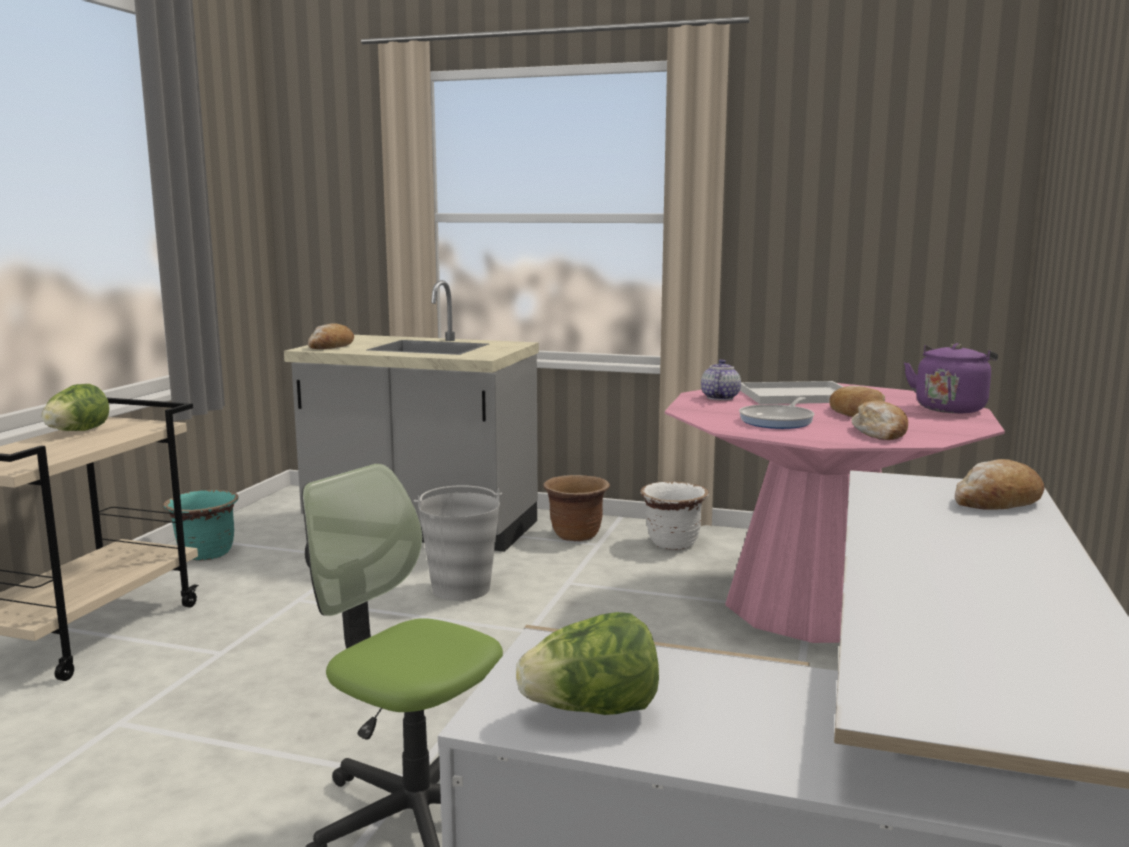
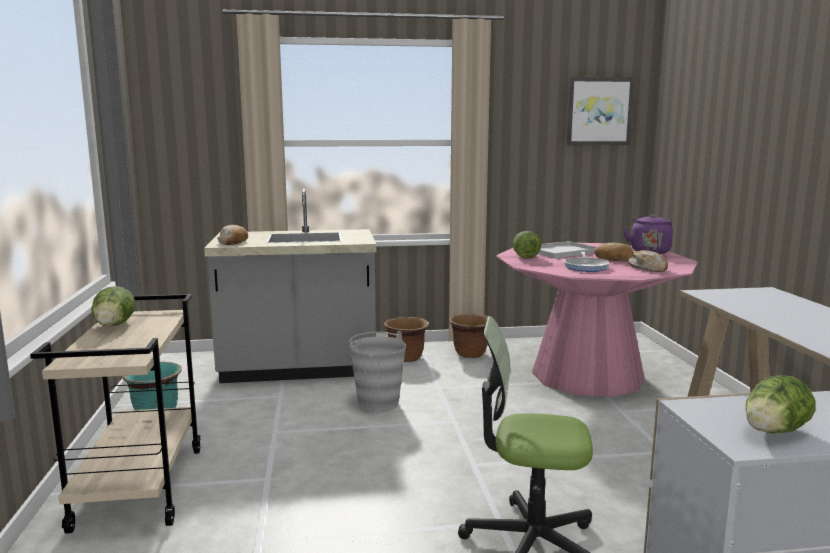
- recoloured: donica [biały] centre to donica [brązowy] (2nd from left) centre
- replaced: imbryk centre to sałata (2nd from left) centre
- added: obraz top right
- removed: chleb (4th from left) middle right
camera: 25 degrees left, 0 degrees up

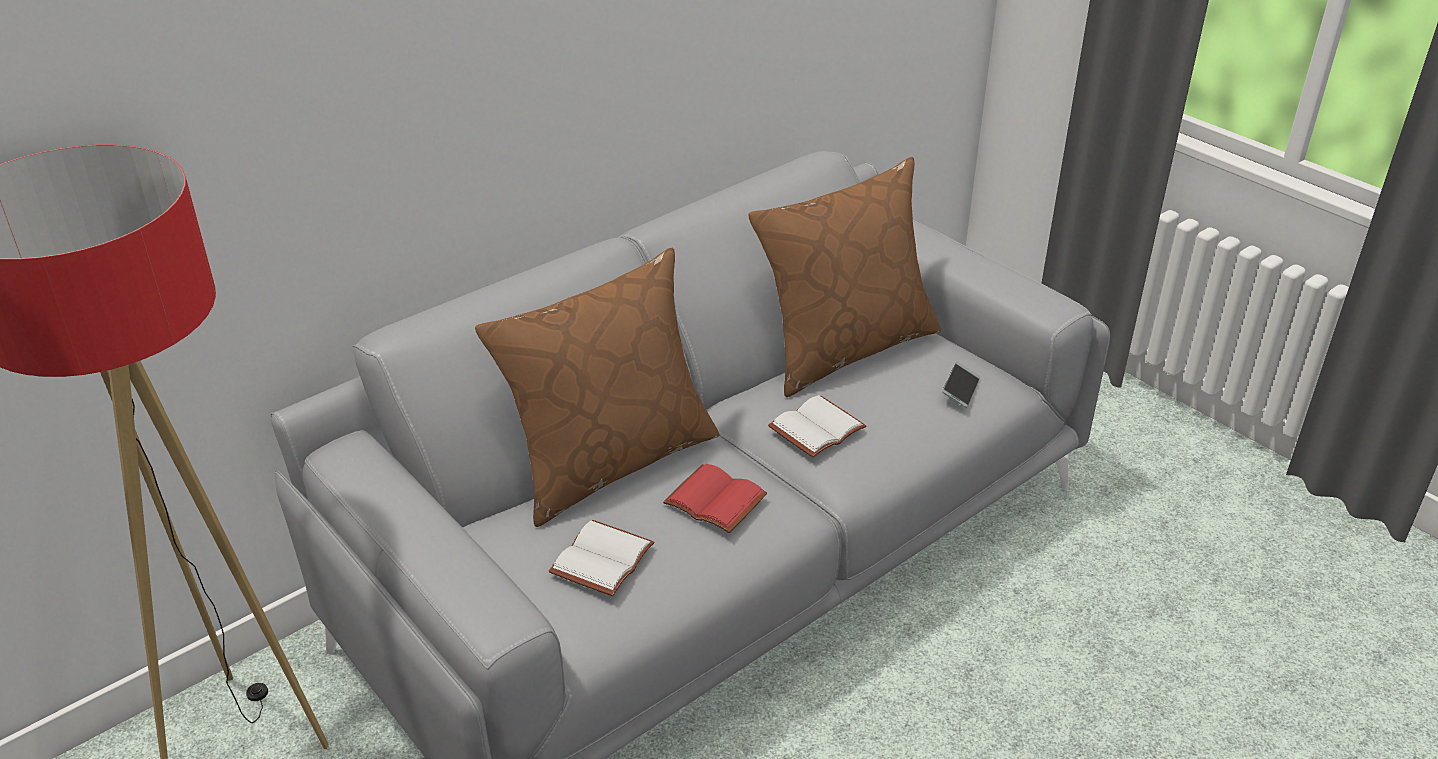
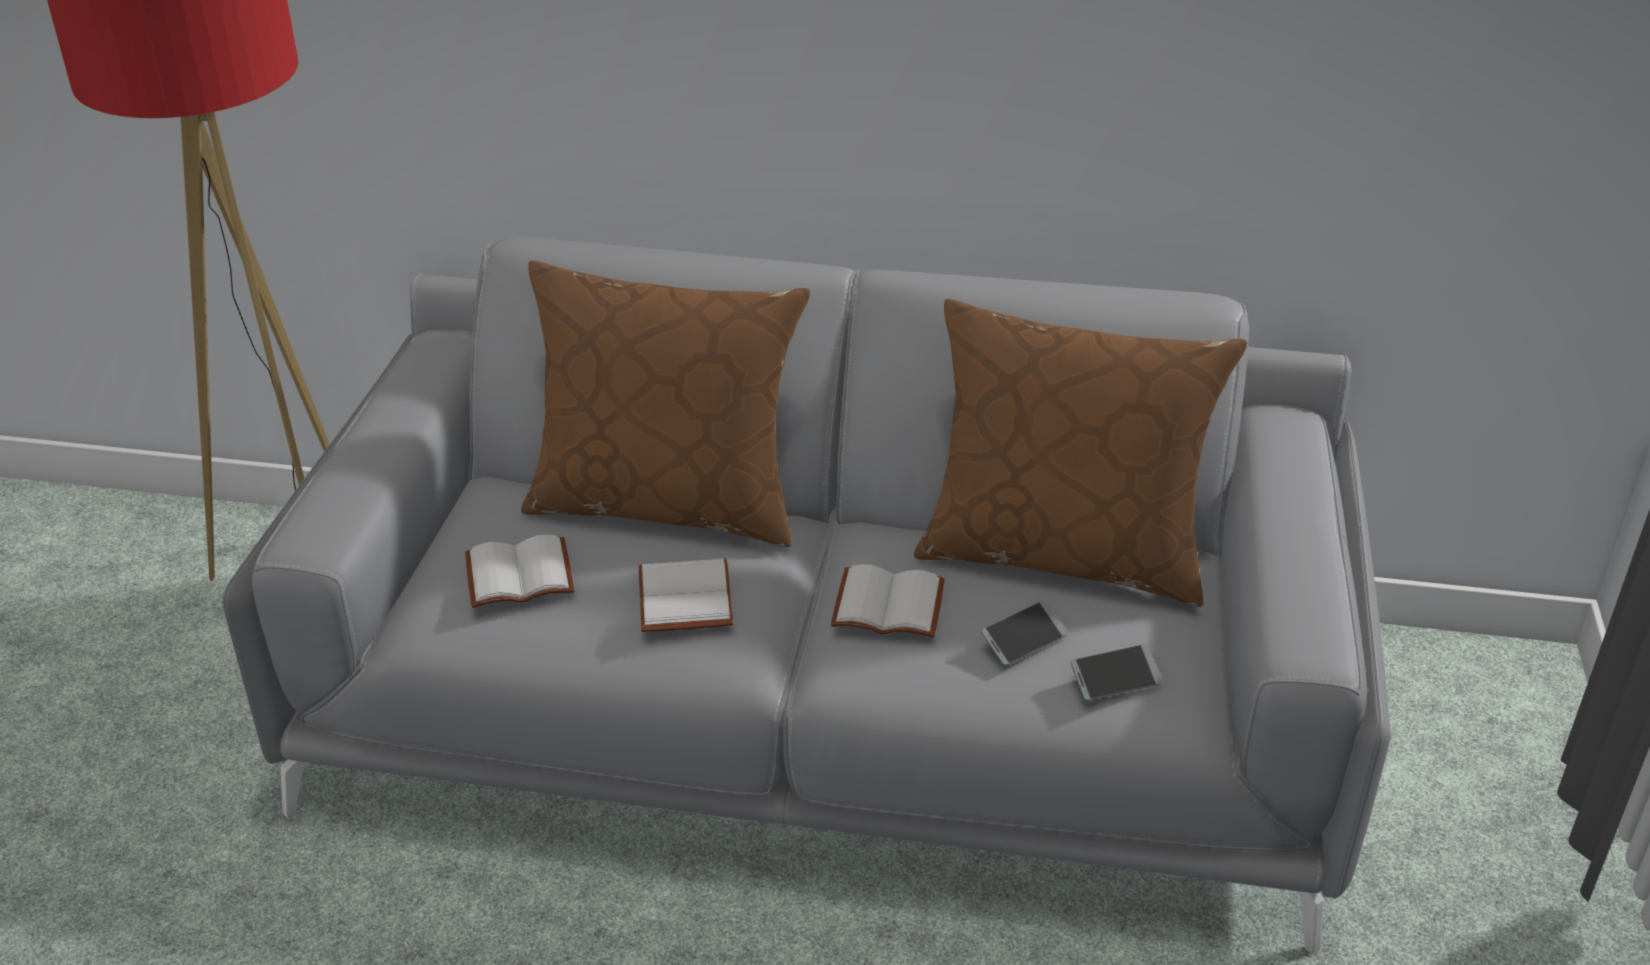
- recoloured: książka [czerwony] centre to książka [biały] (2nd from left) centre
- added: telefon (1st from left) centre
camera: 50 degrees right, 0 degrees up

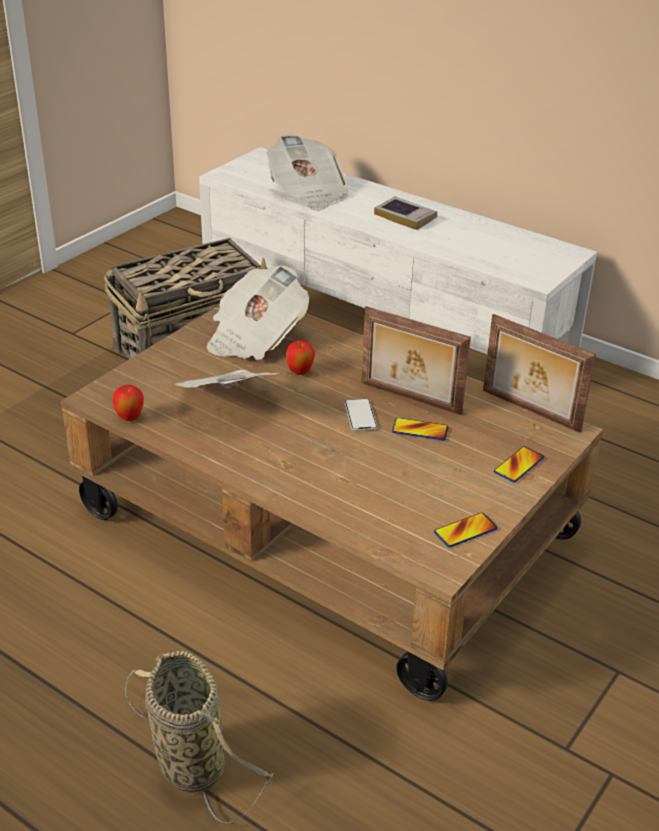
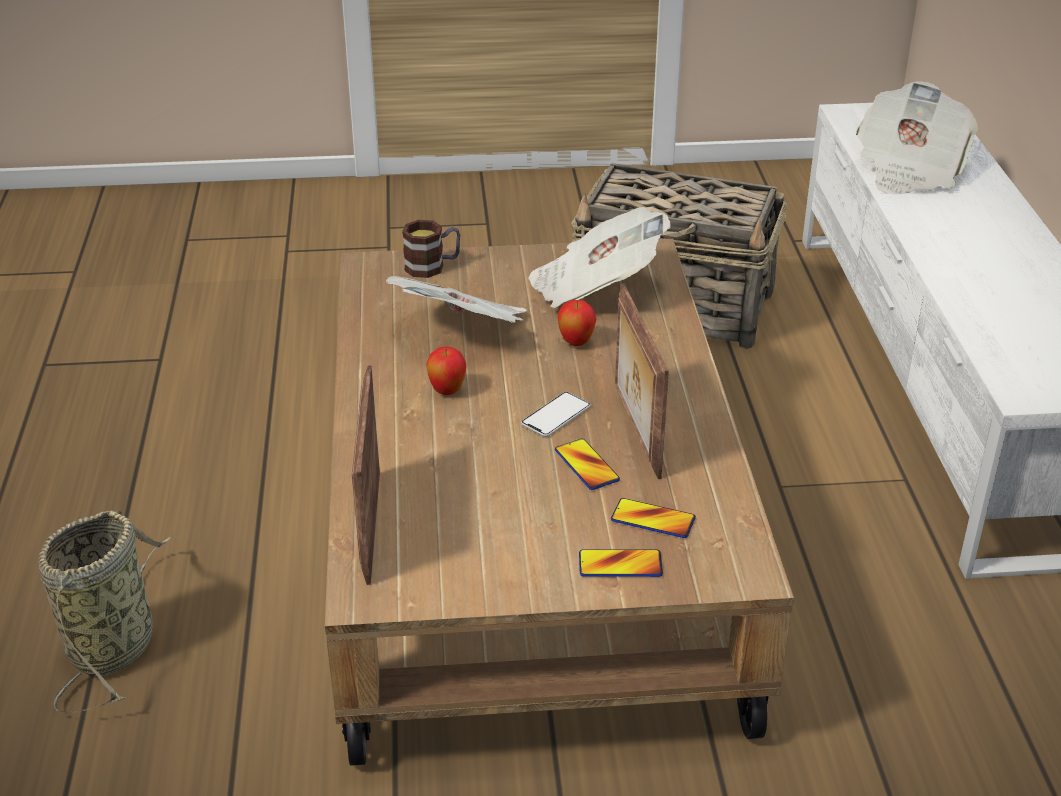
- moved: ramka na zdjęcie (2nd from left in the first image) middle right to ramka na zdjęcie (1st from left) centre
- added: kubek top centre
- moved: jabłko (1st from left) middle left to centre
- moved: telefon (3rd from left in the first image) middle right to telefon (4th from left) centre
- removed: książka top centre
camera: 50 degrees right, 0 degrees up

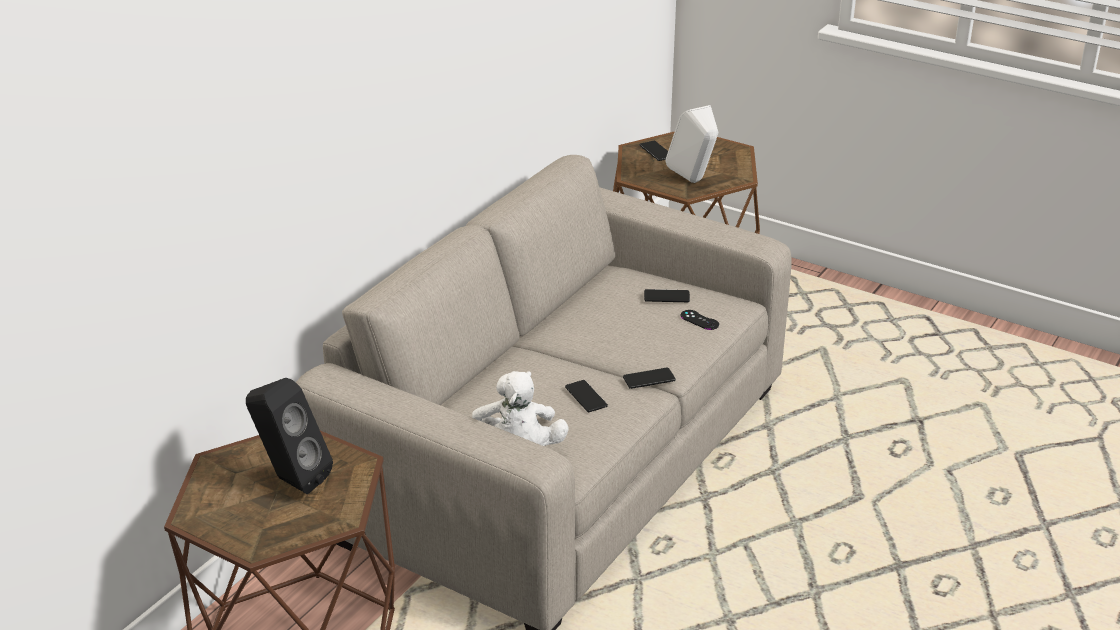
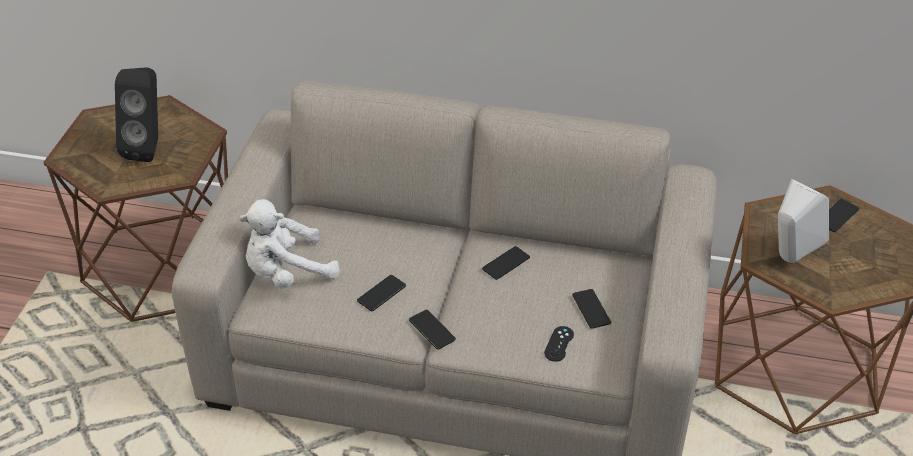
- added: telefon (3rd from left) centre
camera: 70 degrees right, 10 degrees up

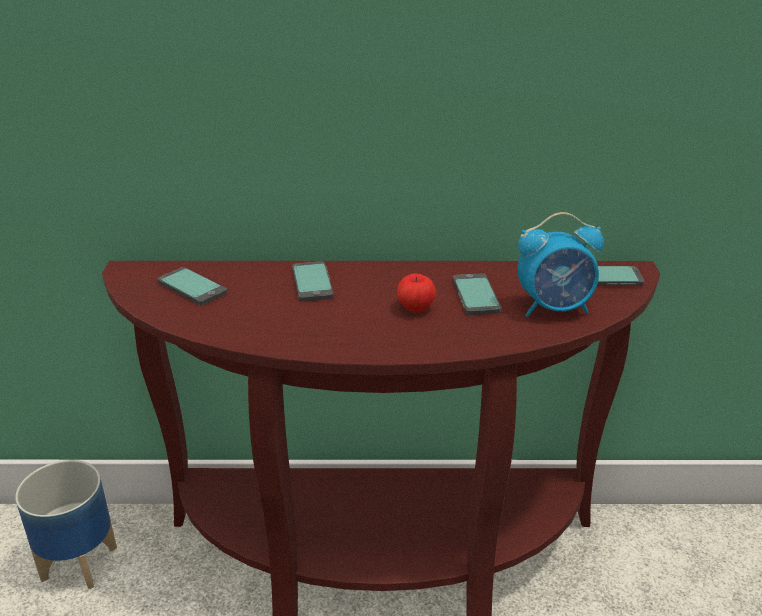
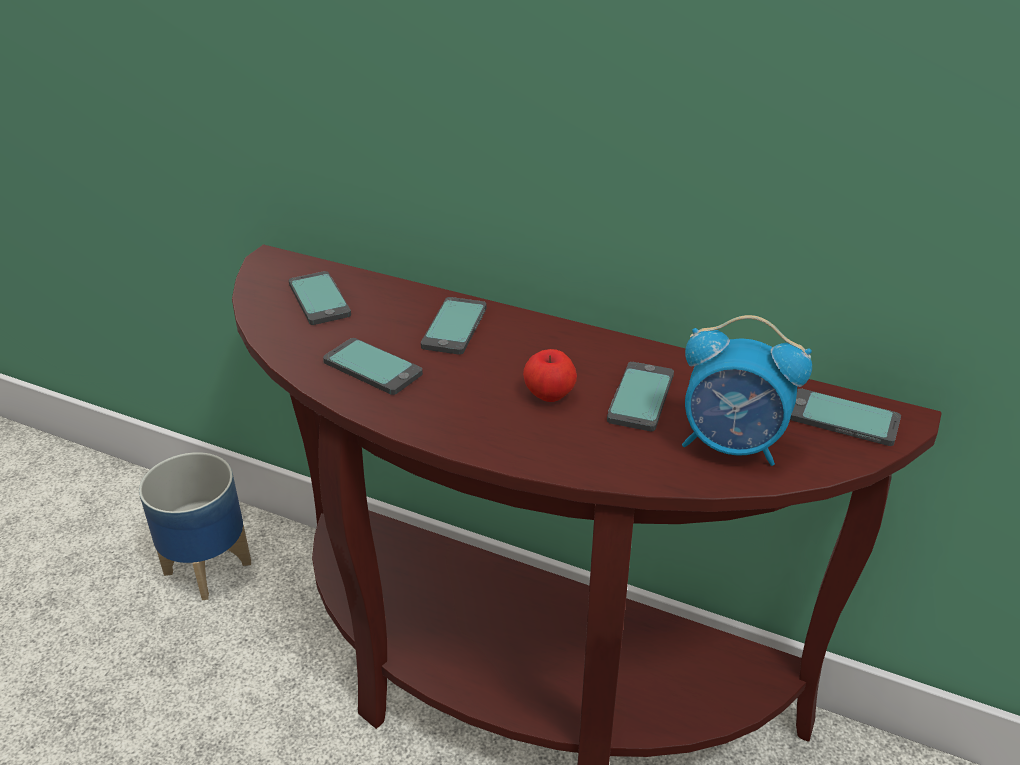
- added: telefon (2nd from left) centre
camera: 25 degrees right, 5 degrees up

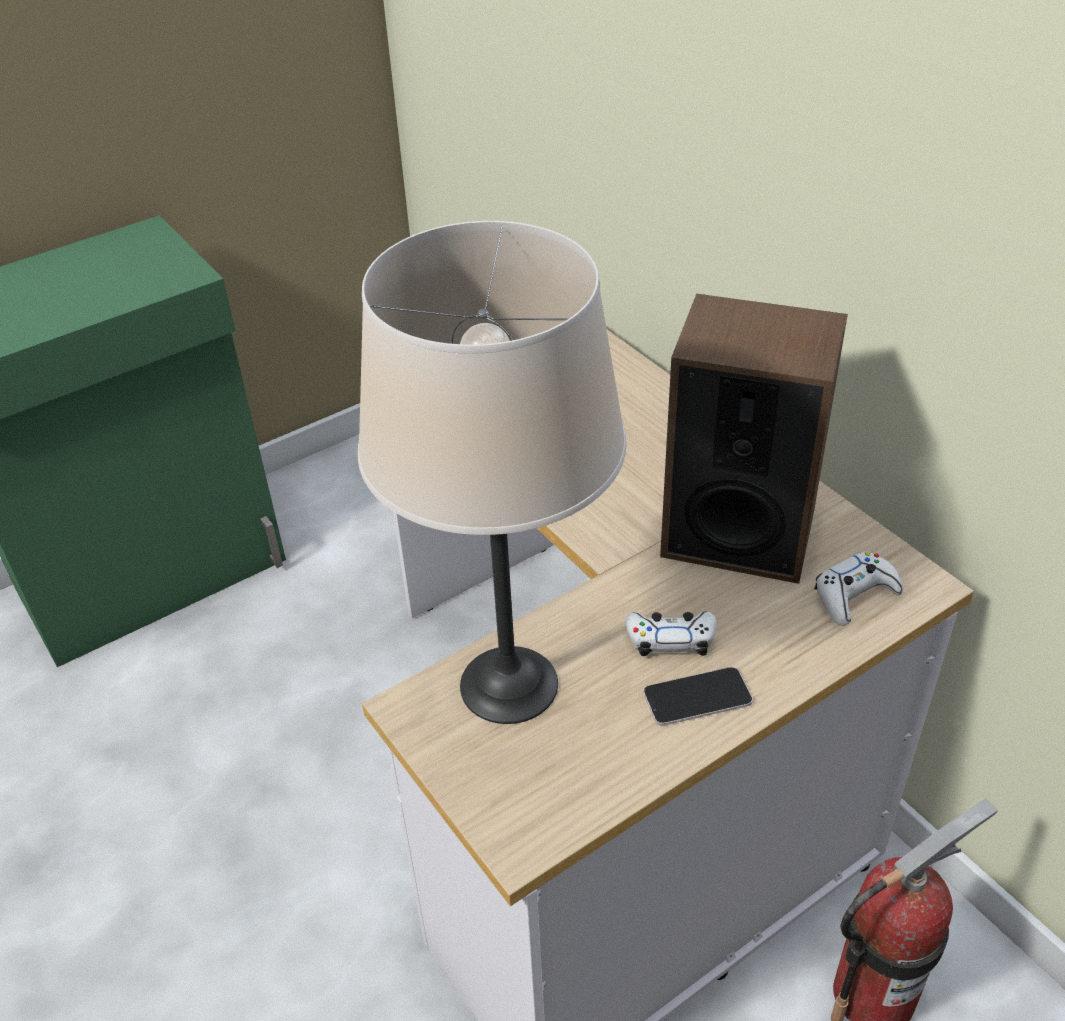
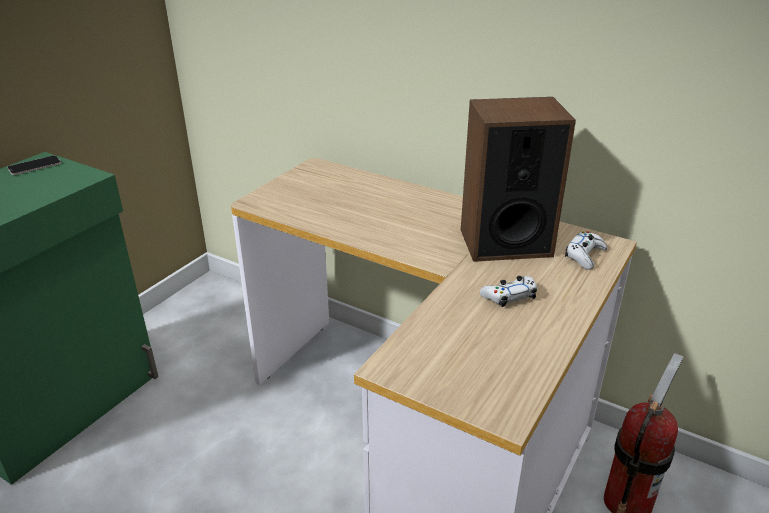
- moved: telefon bottom centre to top left
- removed: lampa stołowa [beżowy] centre
camera: 25 degrees left, 10 degrees down

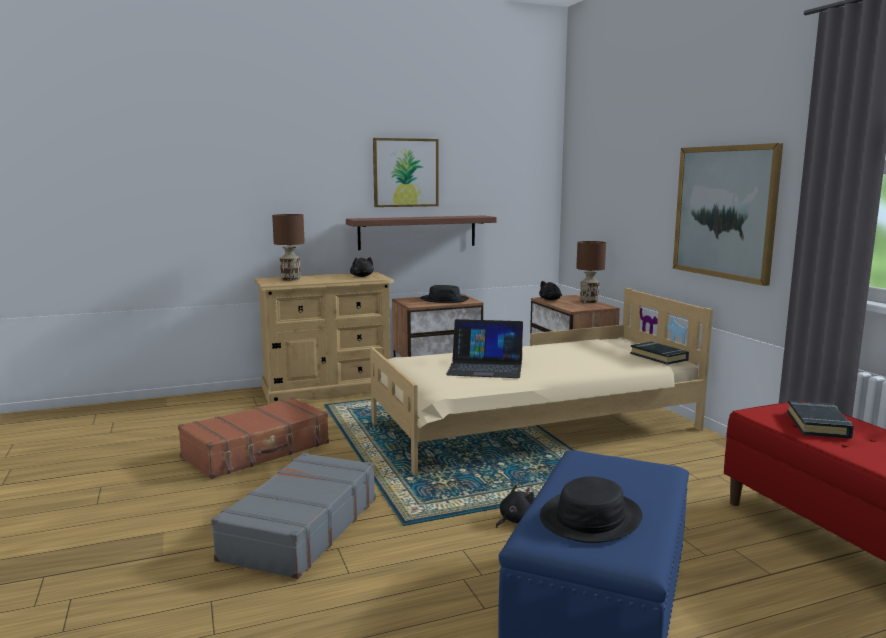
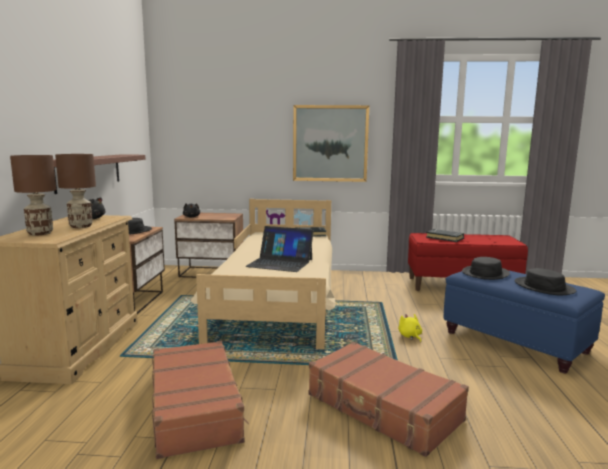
- moved: lampa stołowa [brązowy] (2nd from left) middle right to middle left
- turned: laptop centre = centre 75 degrees clockwise
- recoloured: walizka [szary] bottom left to walizka [brązowy] (2nd from left) bottom centre
- recoloured: pluszak [czarny] (2nd from left) bottom centre to pluszak [żółty] bottom right
- added: kapelusz [czarny] (2nd from left) middle right
- removed: obraz (1st from left) top centre
camera: 65 degrees left, 0 degrees up

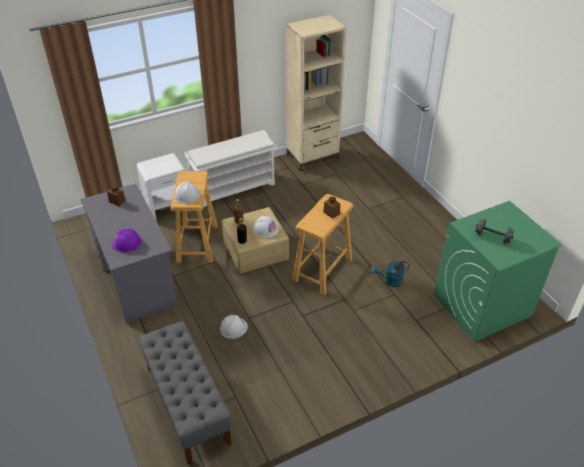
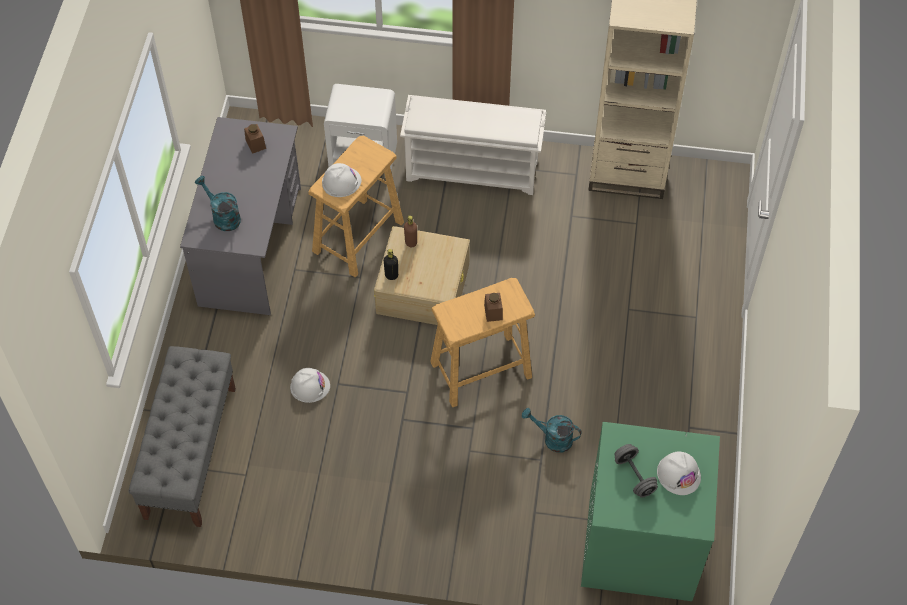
- replaced: kask [fioletowy] middle left to konewka [turkusowy] (1st from left) middle left
- moved: kask [biały] (3rd from left) centre to bottom right
camera: 35 degrees right, 15 degrees up

